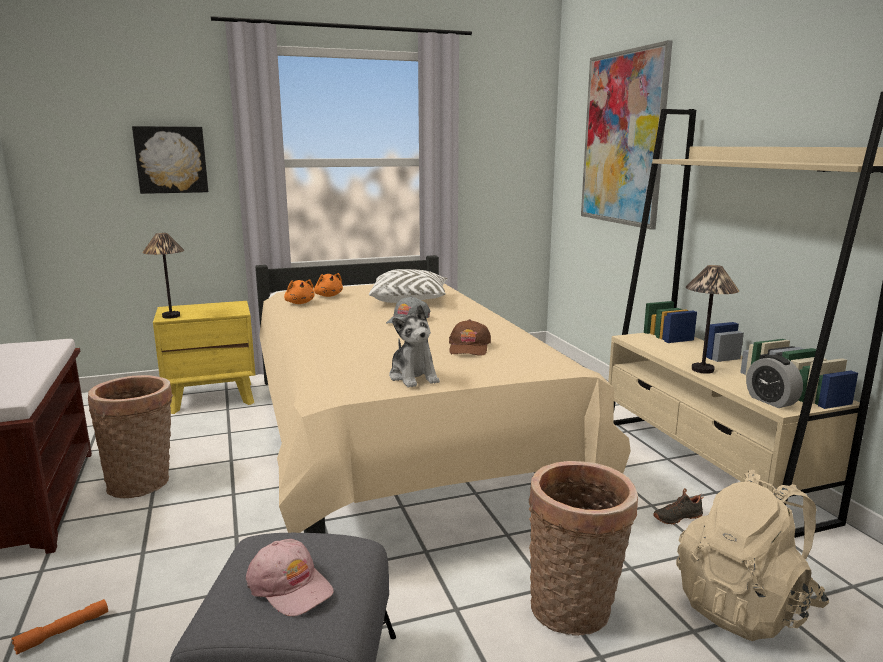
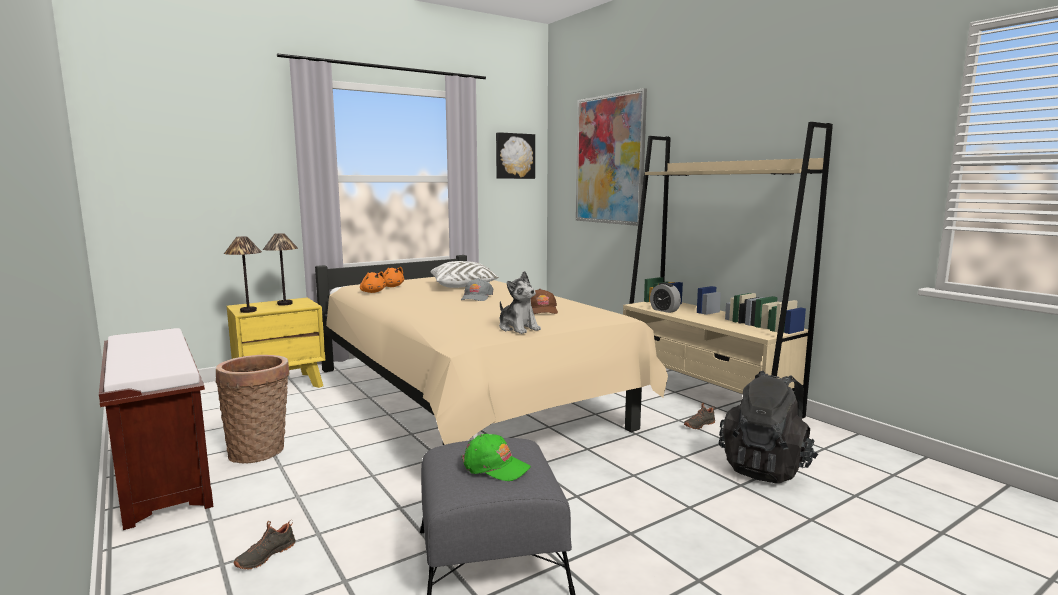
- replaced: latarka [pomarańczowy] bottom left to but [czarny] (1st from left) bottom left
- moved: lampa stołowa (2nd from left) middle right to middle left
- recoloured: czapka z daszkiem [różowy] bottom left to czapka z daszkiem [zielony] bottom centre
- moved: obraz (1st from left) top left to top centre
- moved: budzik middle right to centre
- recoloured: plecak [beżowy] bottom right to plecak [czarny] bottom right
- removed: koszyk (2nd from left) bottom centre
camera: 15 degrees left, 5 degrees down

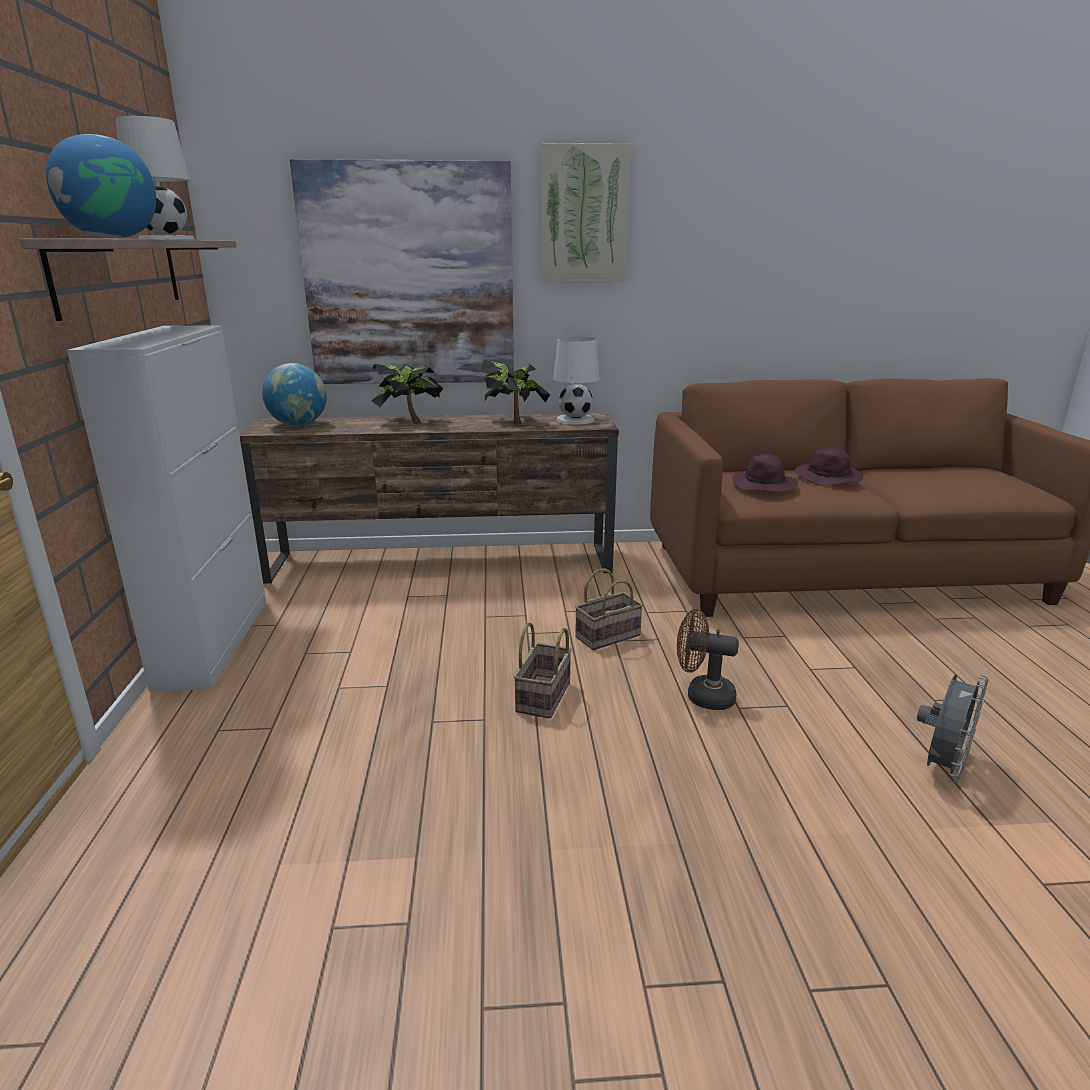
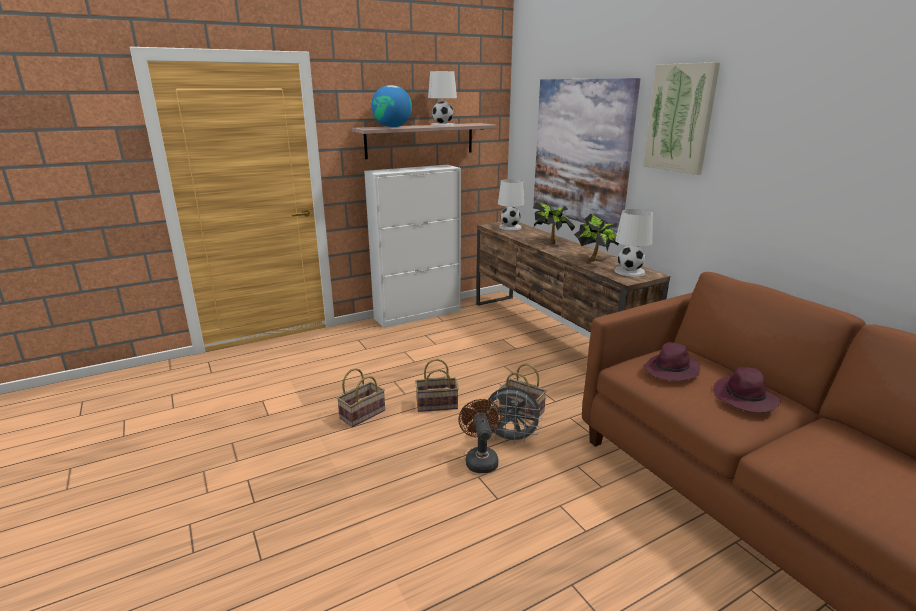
- added: koszyk (1st from left) centre
- moved: wentylator [szary] bottom right to bottom centre
- replaced: globus (2nd from left) middle left to lampa stołowa [biały] (2nd from left) centre
camera: 65 degrees right, 0 degrees up

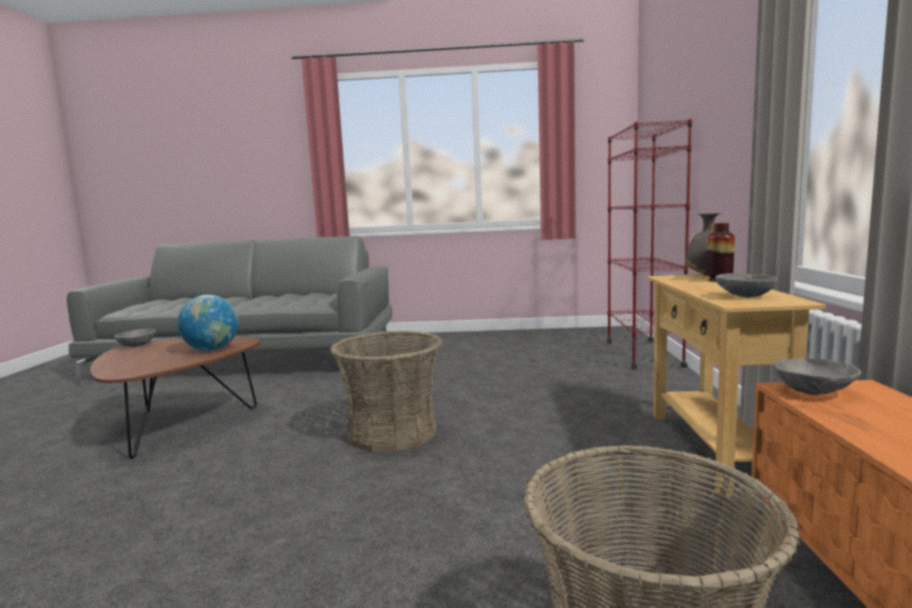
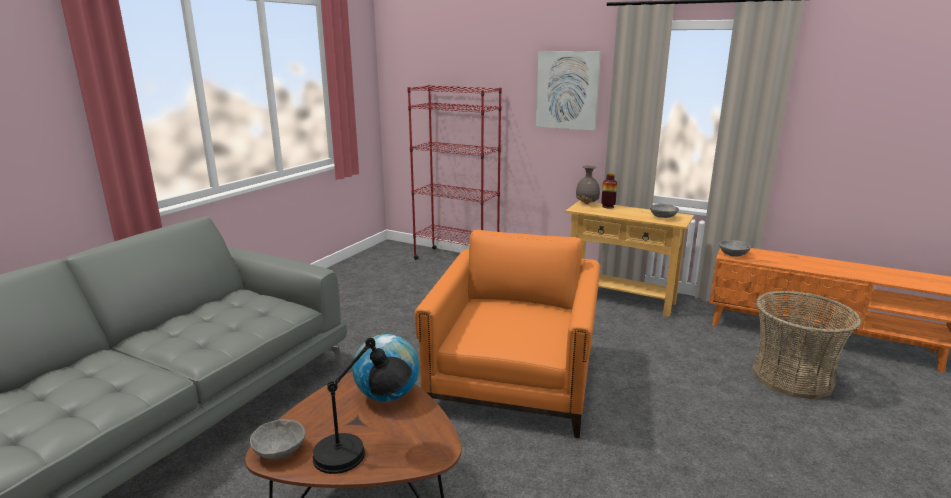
- added: lampa stołowa [czarny] bottom centre
- replaced: koszyk (1st from left) centre to fotel [pomarańczowy] bottom centre
- added: obraz top centre
camera: 65 degrees left, 10 degrees up

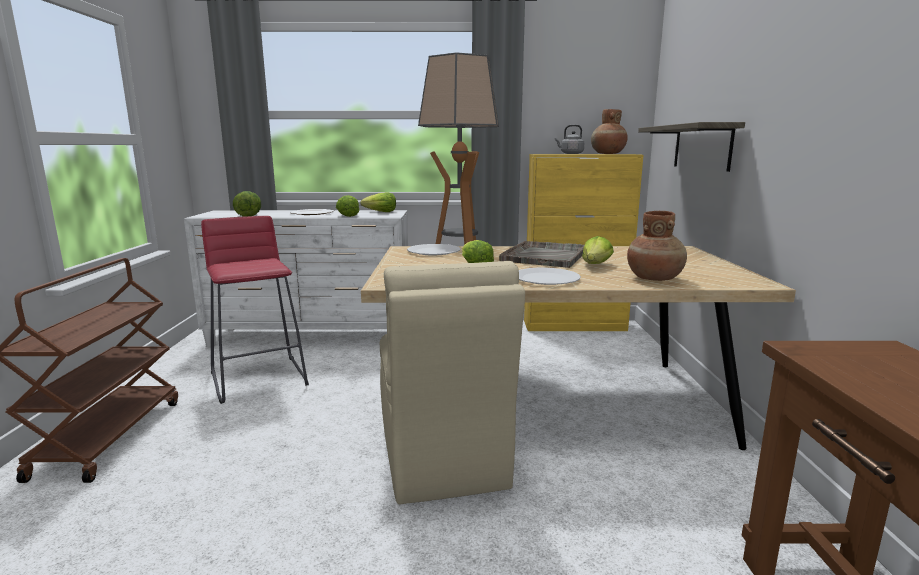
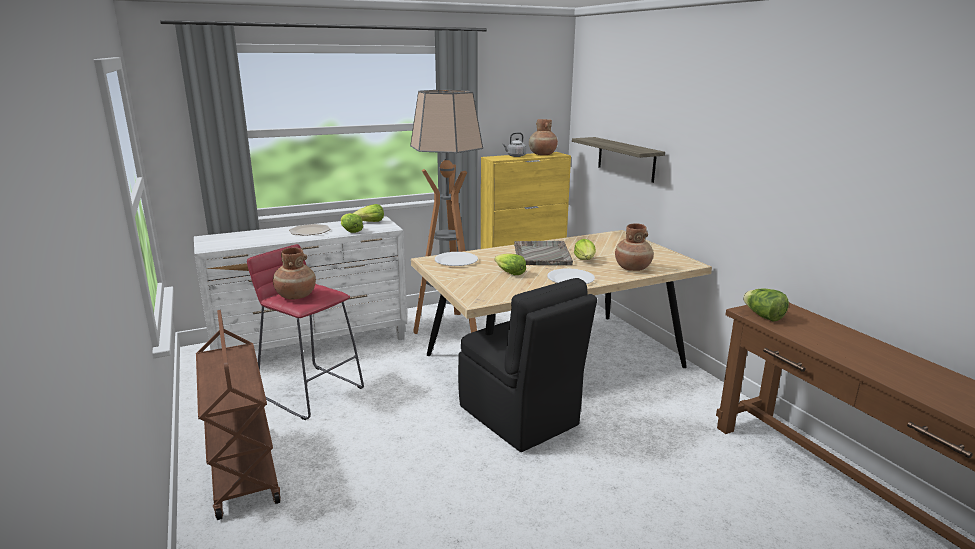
- added: wazon [brązowy] (1st from left) middle left
- recoloured: krzesło [beżowy] centre to krzesło [czarny] centre
- moved: sałata (1st from left in the first image) middle left to sałata (5th from left) middle right
camera: 25 degrees left, 5 degrees up

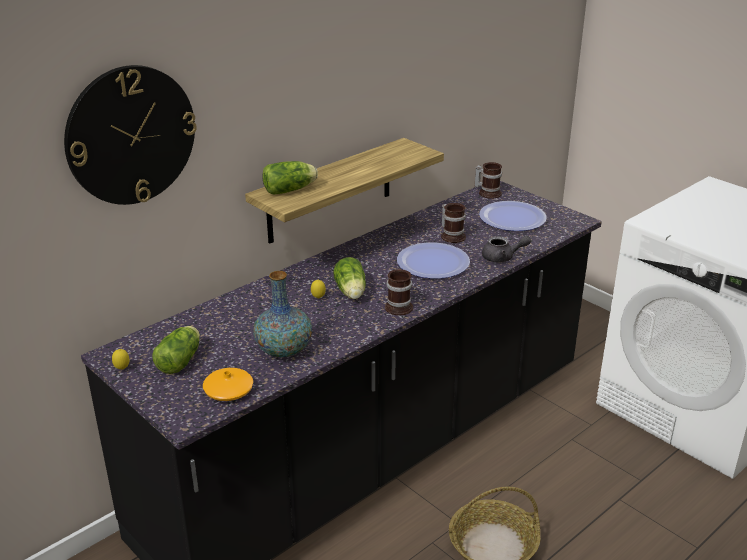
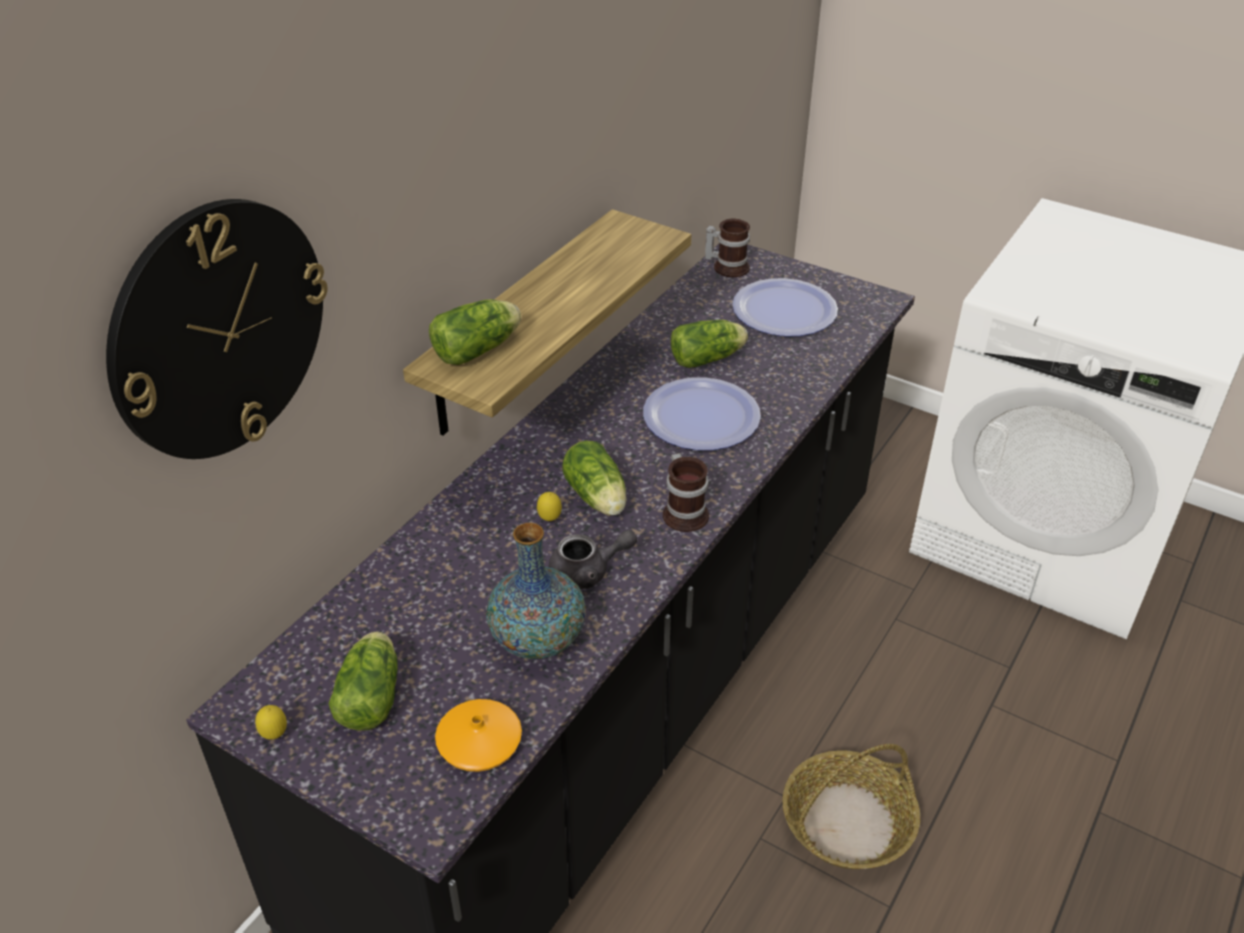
- moved: imbryk [szary] middle right to centre
- replaced: kubek (2nd from left) centre to sałata (4th from left) centre
camera: 15 degrees left, 10 degrees up

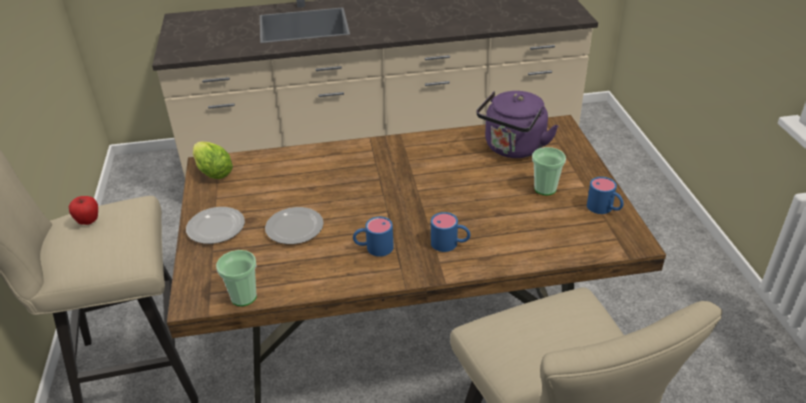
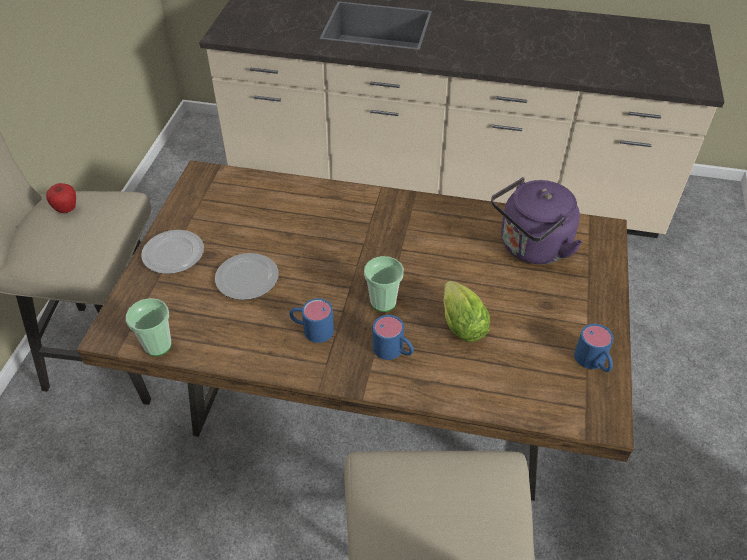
- moved: filiżanka (2nd from left) middle right to centre
- moved: sałata middle left to centre
camera: 20 degrees right, 10 degrees up

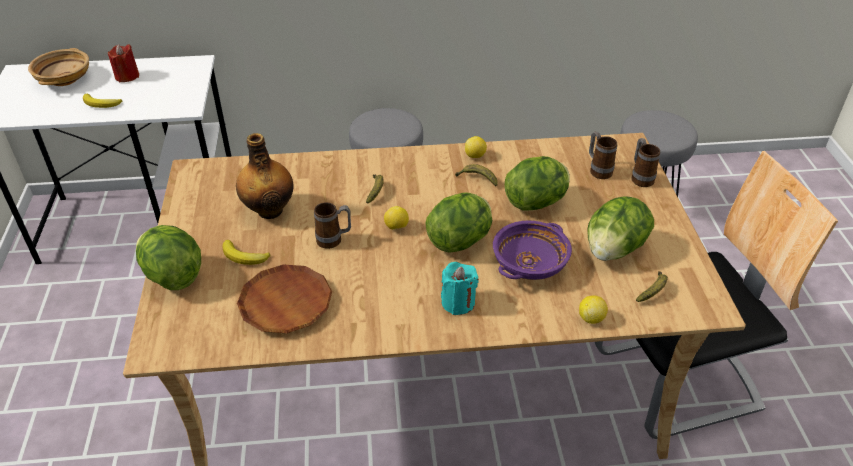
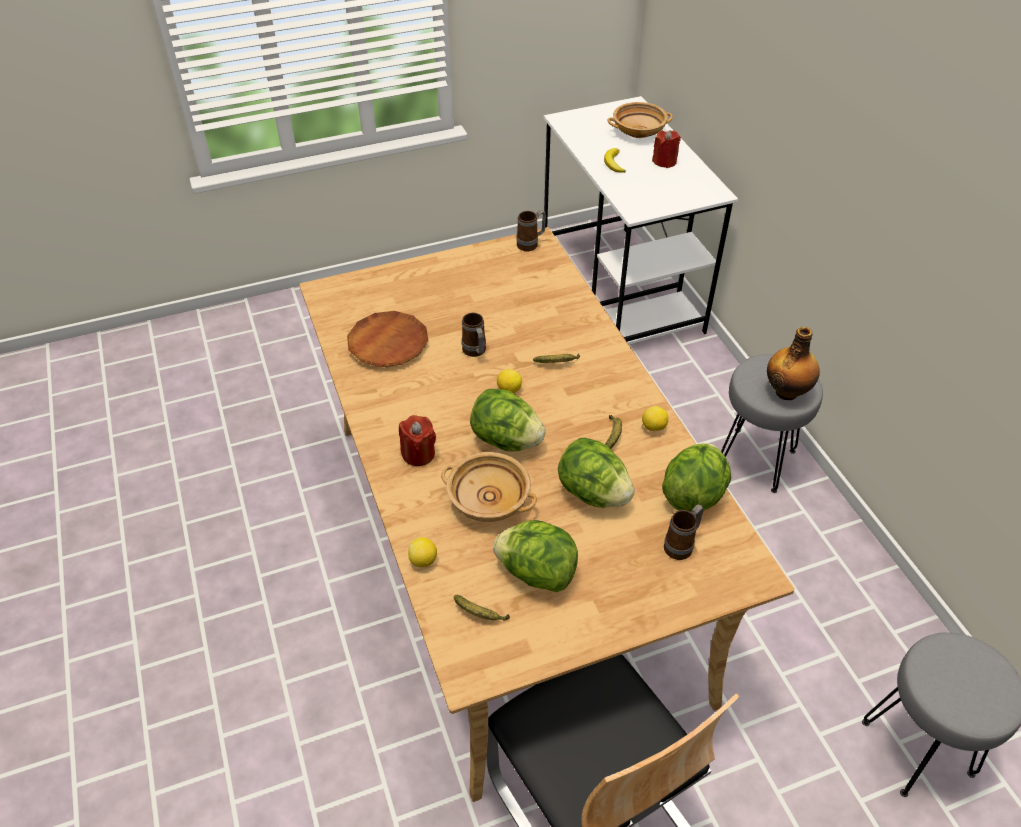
- recoloured: świeca [turkusowy] centre to świeca [czerwony] (1st from left) centre
- recoloured: miska [fioletowy] centre to miska [beżowy] (1st from left) centre
- moved: kubek (3rd from left in the first image) middle right to kubek (2nd from left) top centre
- moved: sałata (1st from left in the first image) middle left to sałata (4th from left) middle right
- moved: butelka middle left to middle right
- removed: banan (2nd from left) middle left
camera: 75 degrees right, 5 degrees up

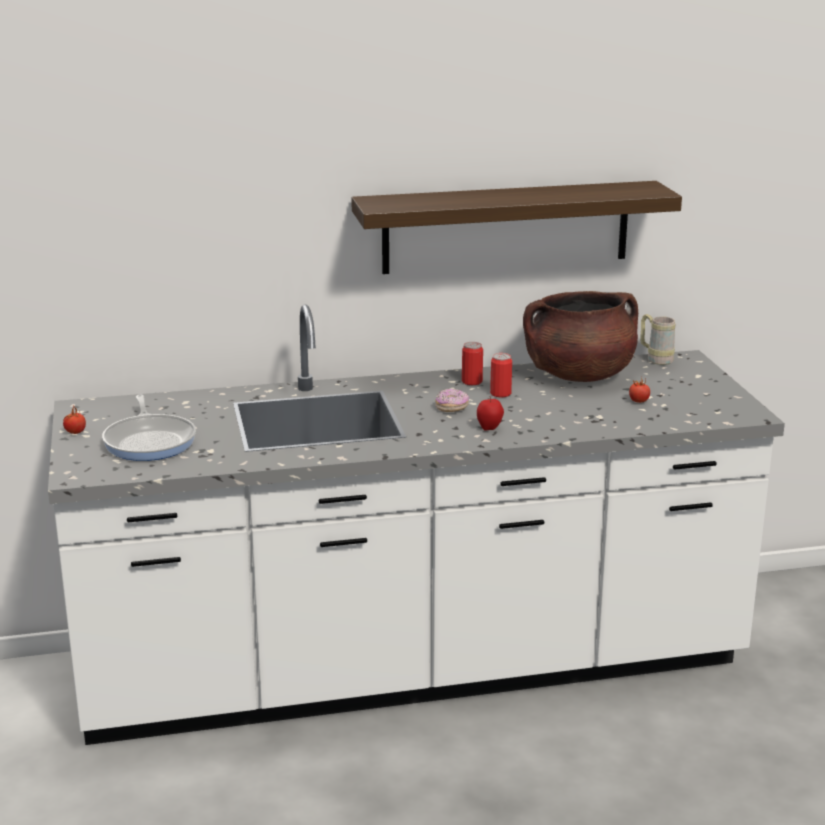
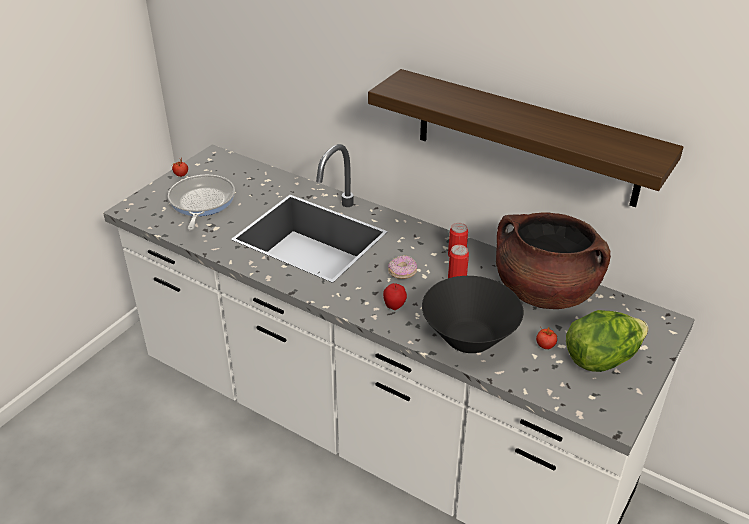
- turned: patelnia middle left = middle left 150 degrees clockwise
- added: miska [czarny] centre
- added: sałata middle right
- removed: kubek [beżowy] middle right
camera: 45 degrees right, 15 degrees up

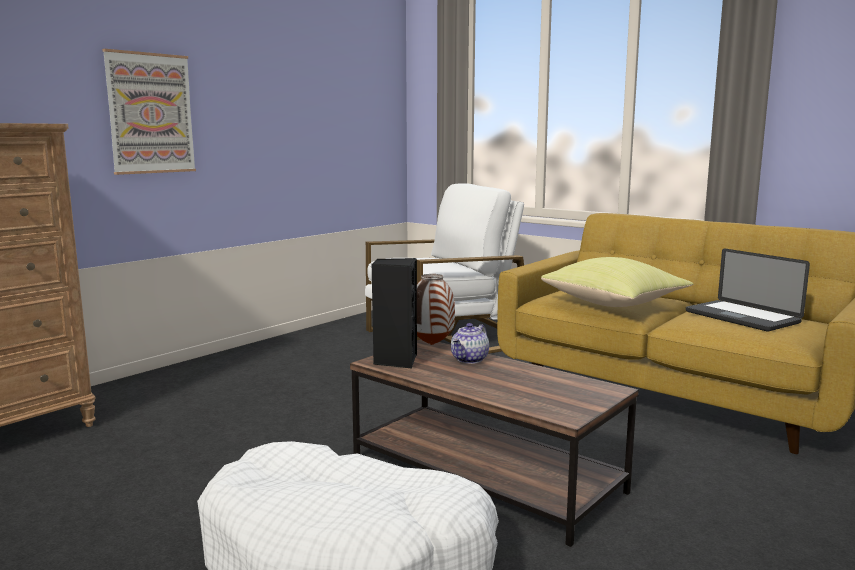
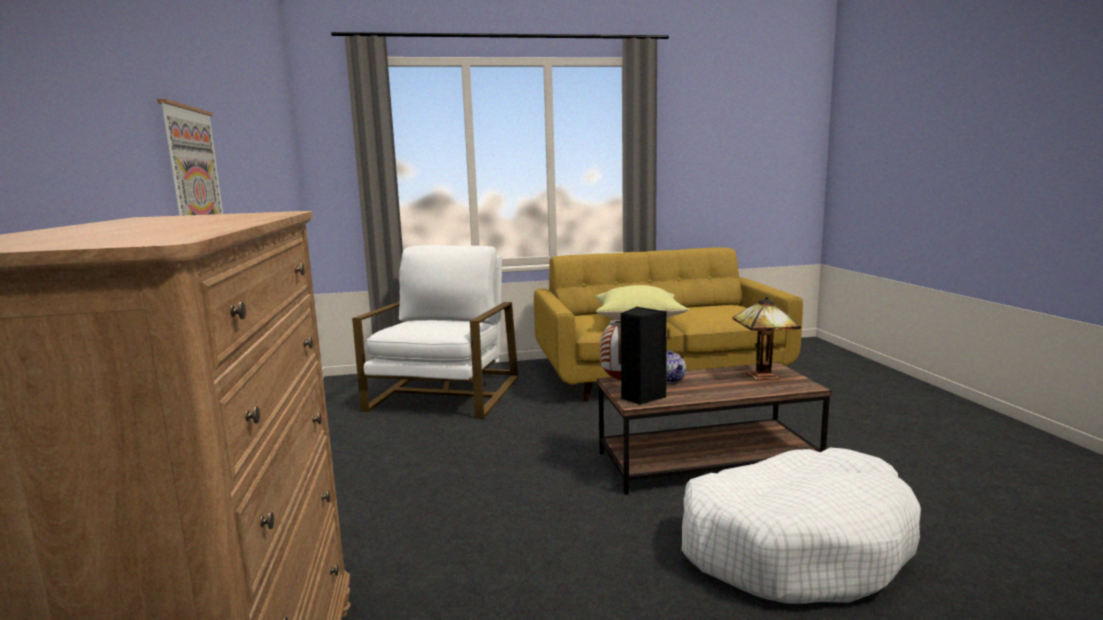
- added: lampa stołowa middle right
- removed: laptop middle right
camera: 50 degrees left, 0 degrees up

